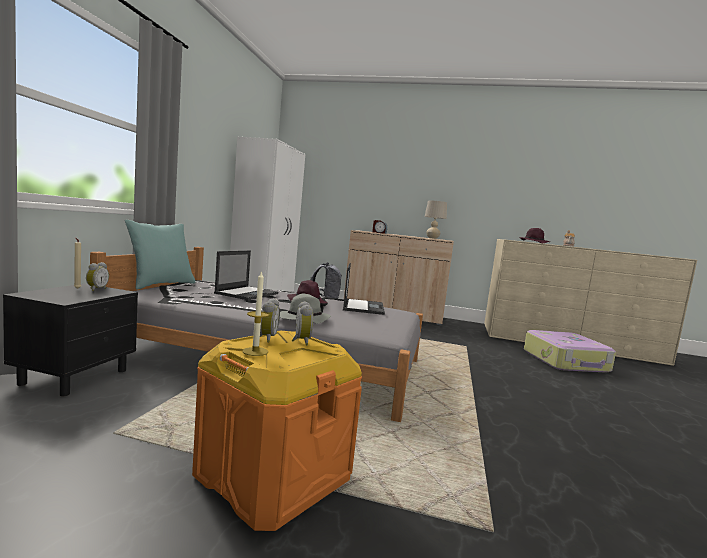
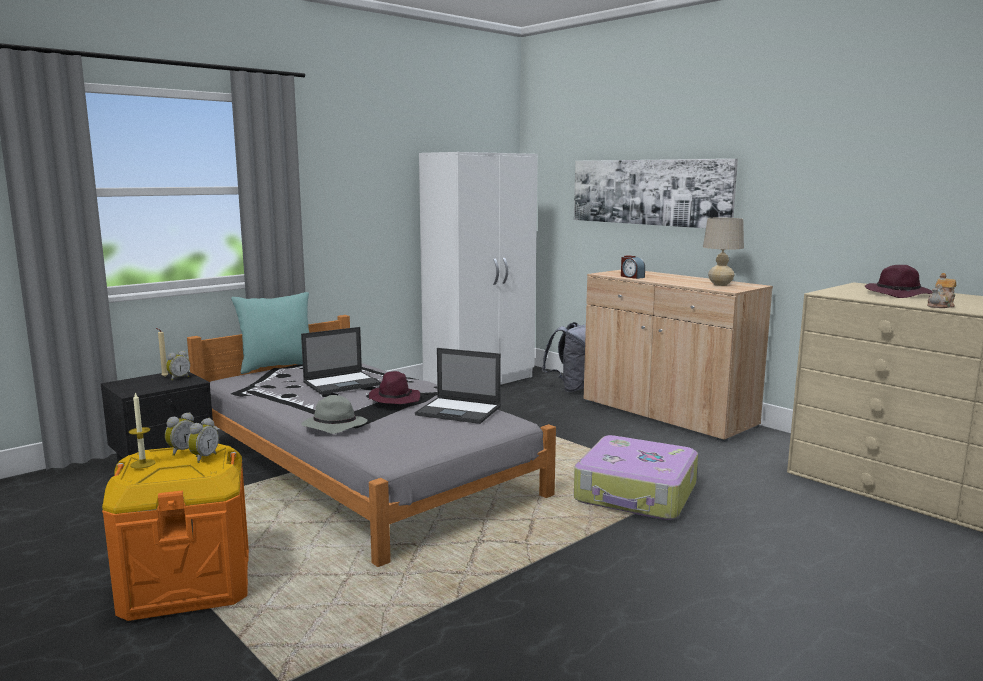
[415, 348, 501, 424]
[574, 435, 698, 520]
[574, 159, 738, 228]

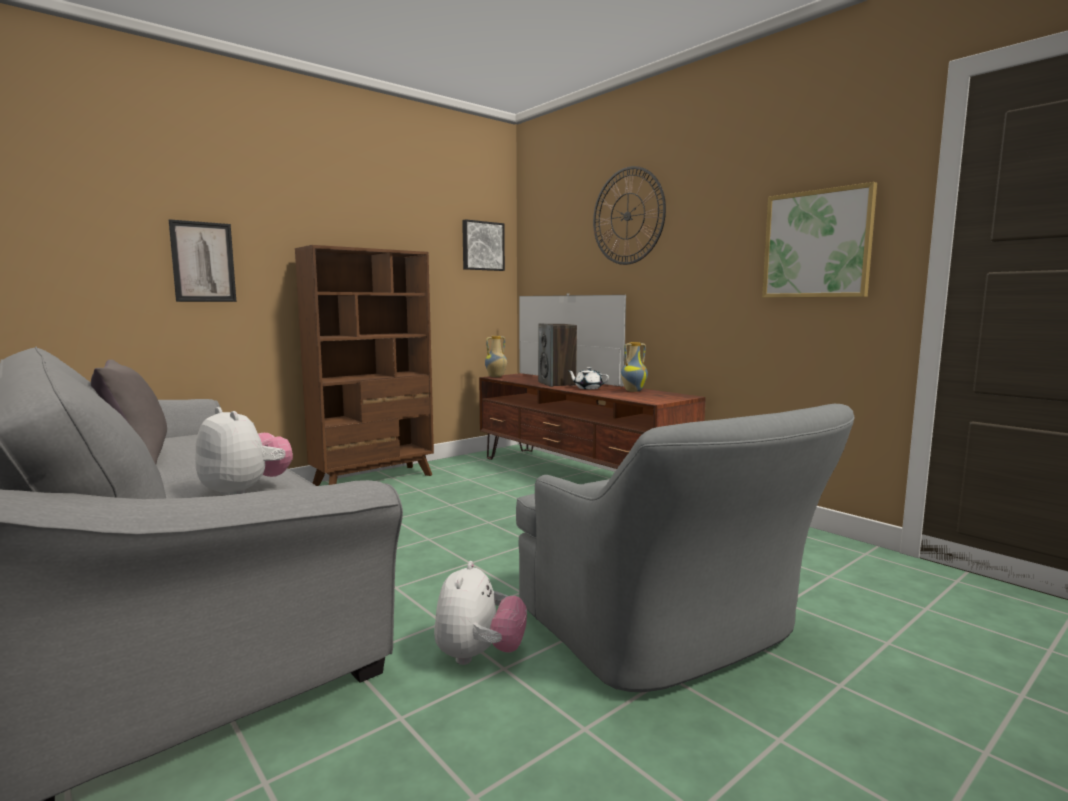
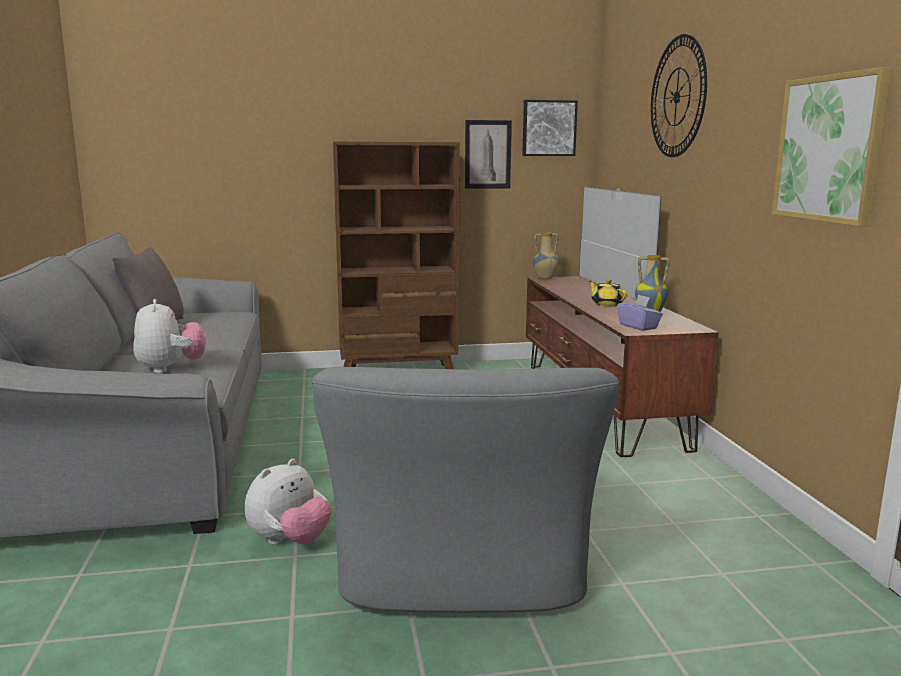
[465, 120, 512, 189]
[538, 323, 577, 387] (first image)
[589, 280, 627, 306]
[617, 294, 663, 331]

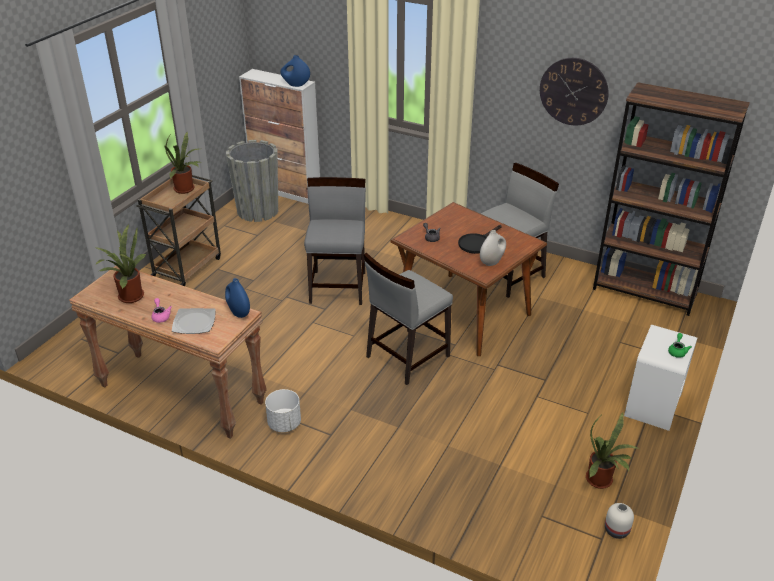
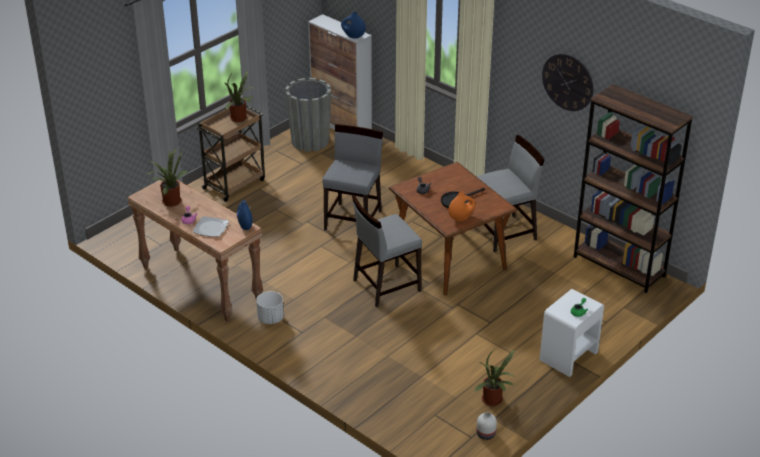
[448, 192, 476, 221]

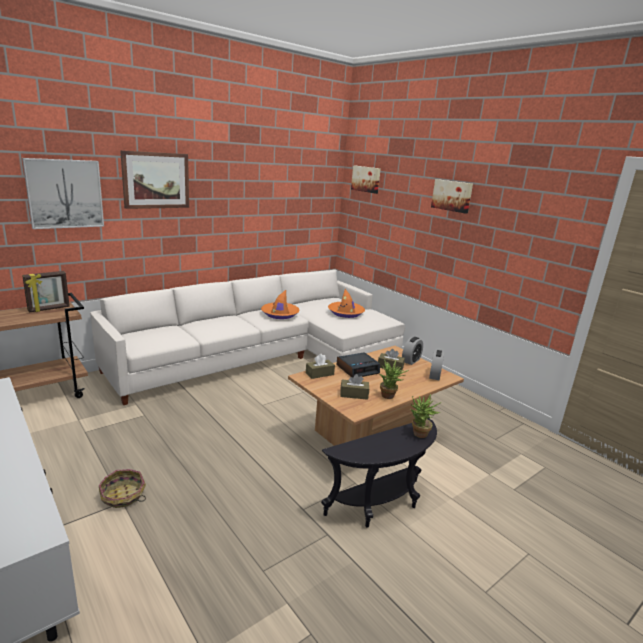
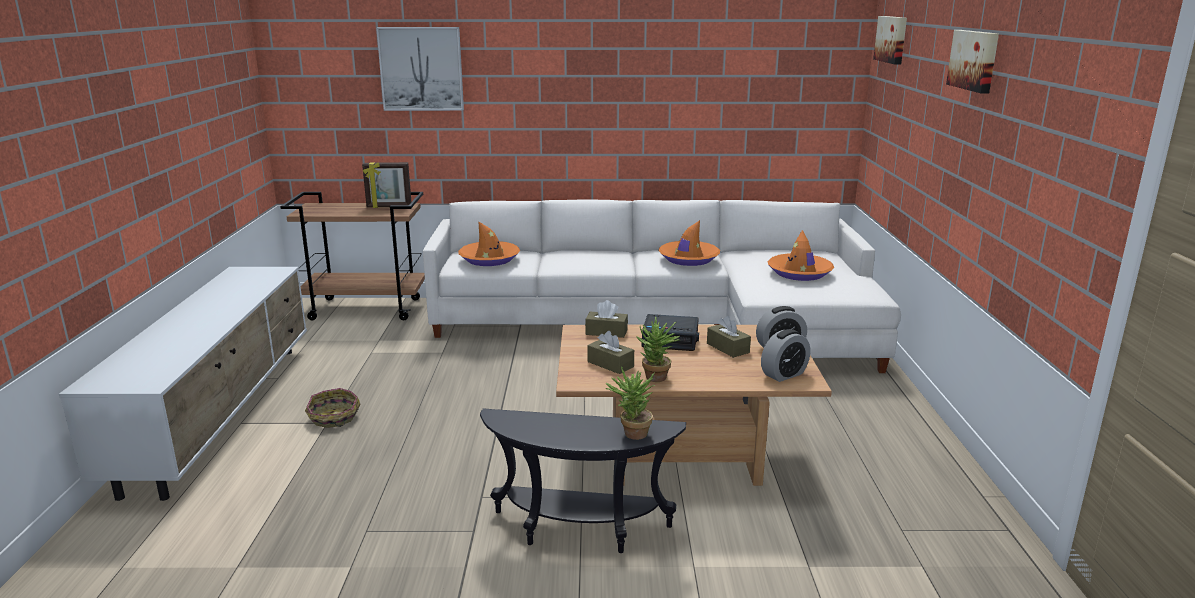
[120, 150, 189, 209] (first image)
[458, 221, 520, 266]

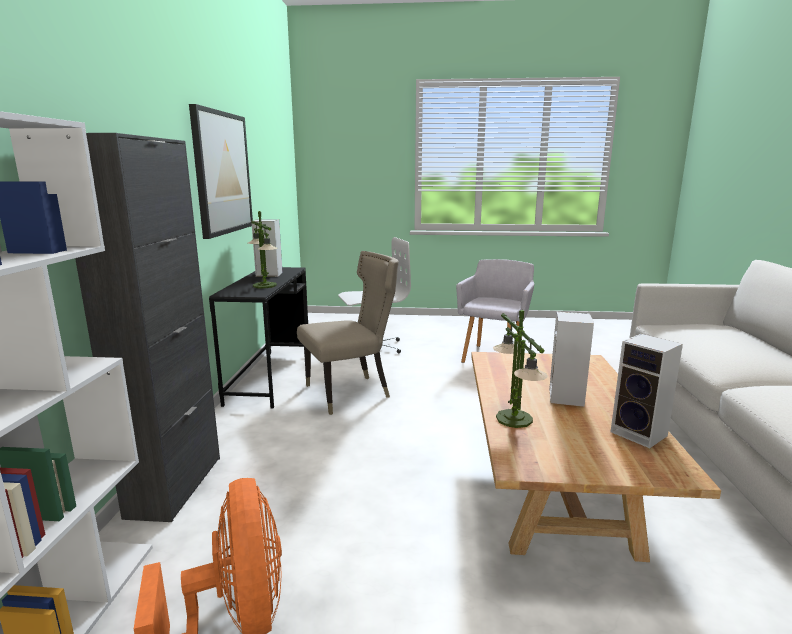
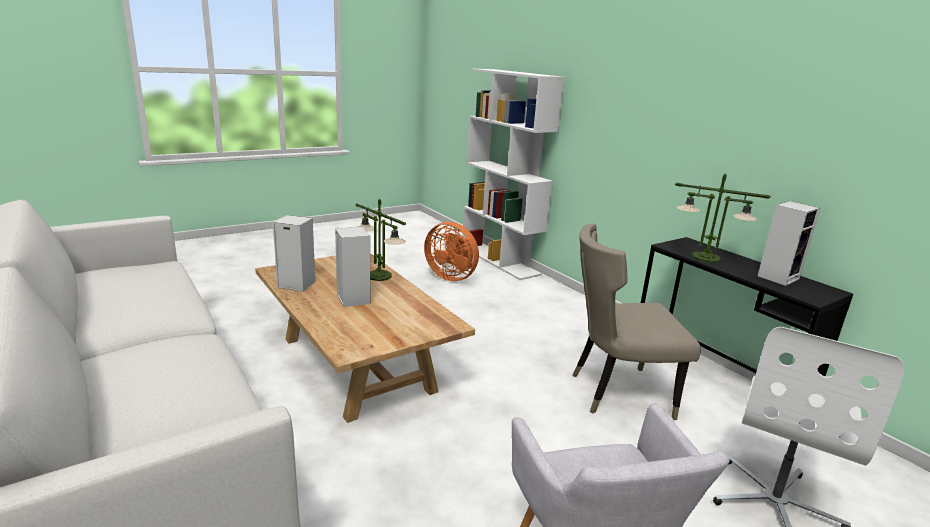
[189, 104, 253, 239] (first image)
[75, 133, 220, 522] (first image)
[572, 224, 701, 420]

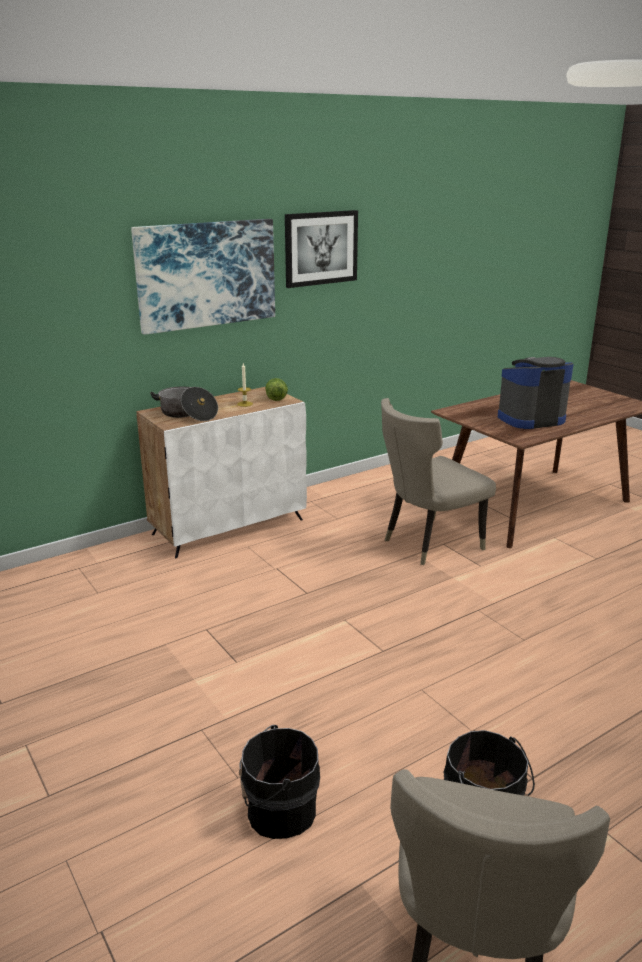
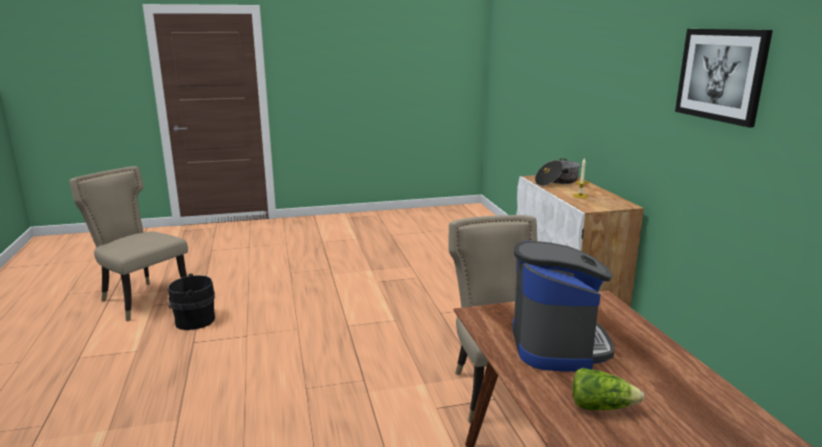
[131, 219, 275, 335] (first image)
[572, 368, 645, 410]
[239, 725, 320, 839] (first image)

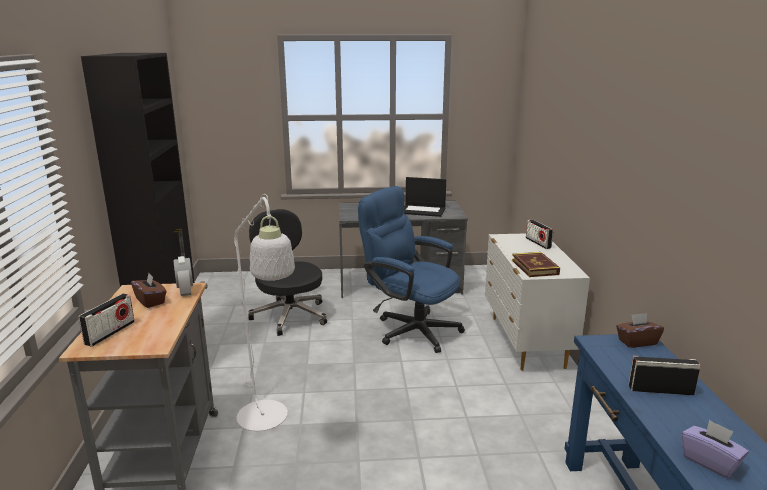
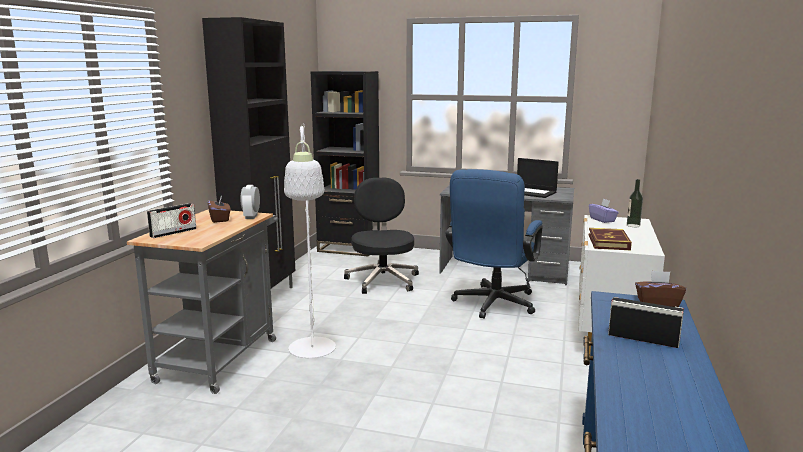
[446, 169, 543, 319]
[627, 179, 643, 227]
[589, 198, 619, 223]
[311, 71, 380, 256]

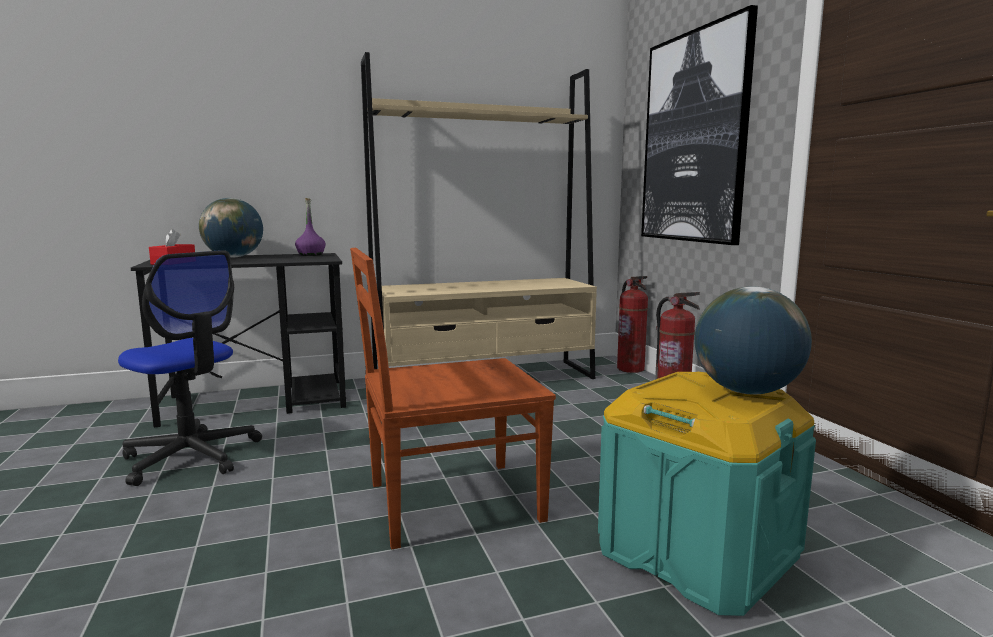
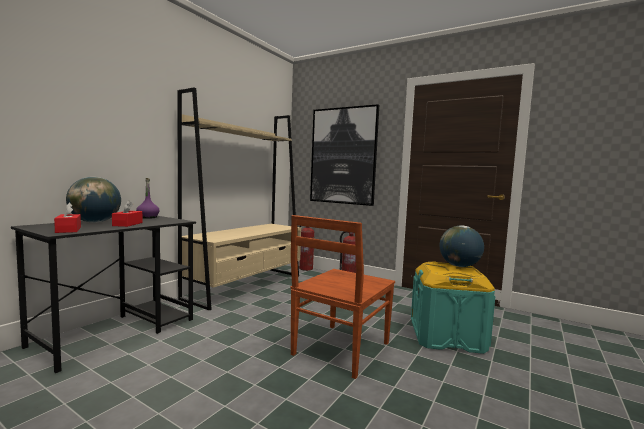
[118, 250, 262, 486] (first image)
[112, 200, 143, 227]

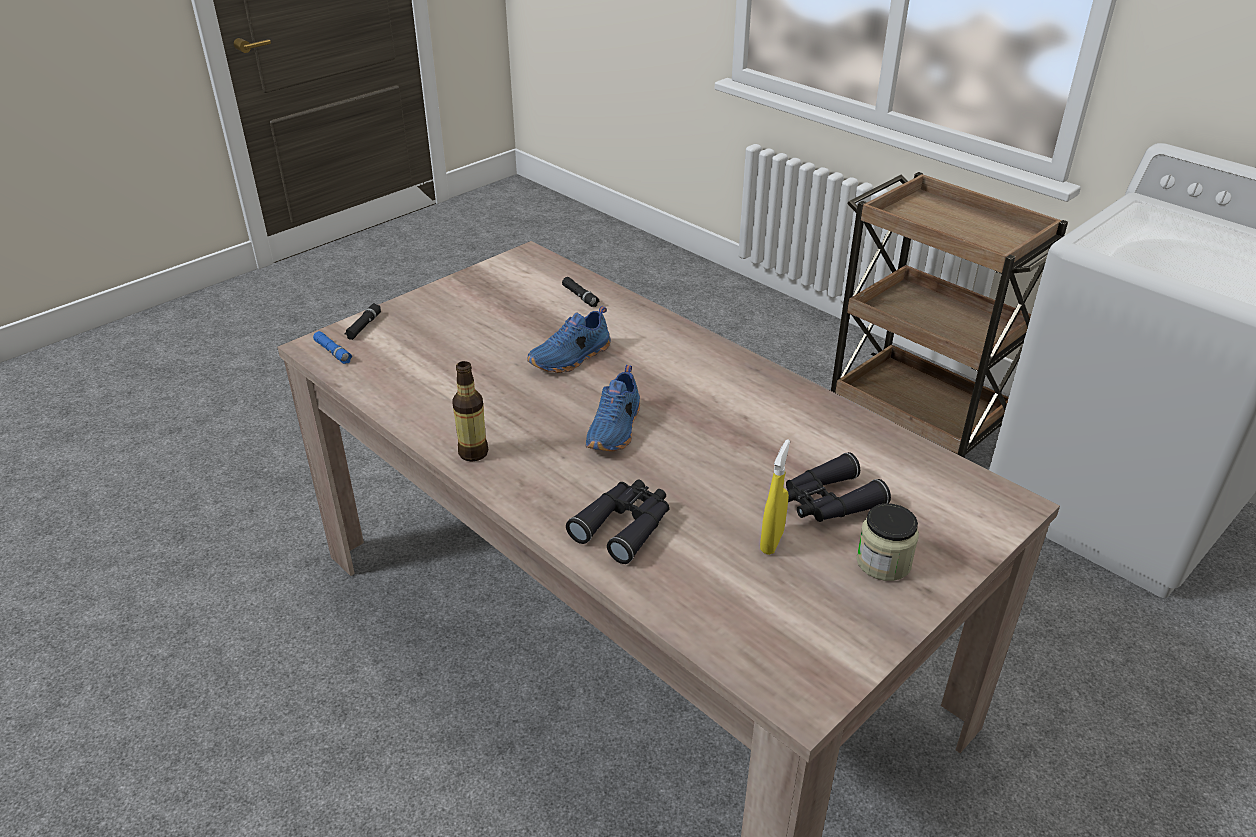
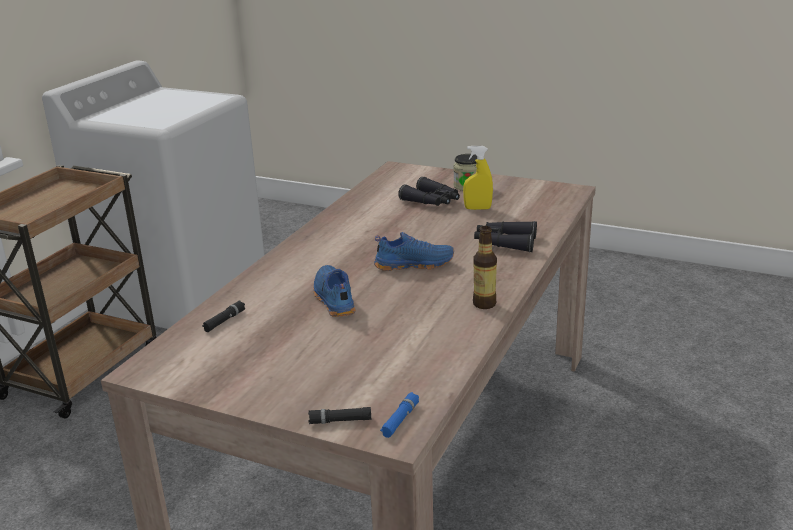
[314, 265, 356, 317]

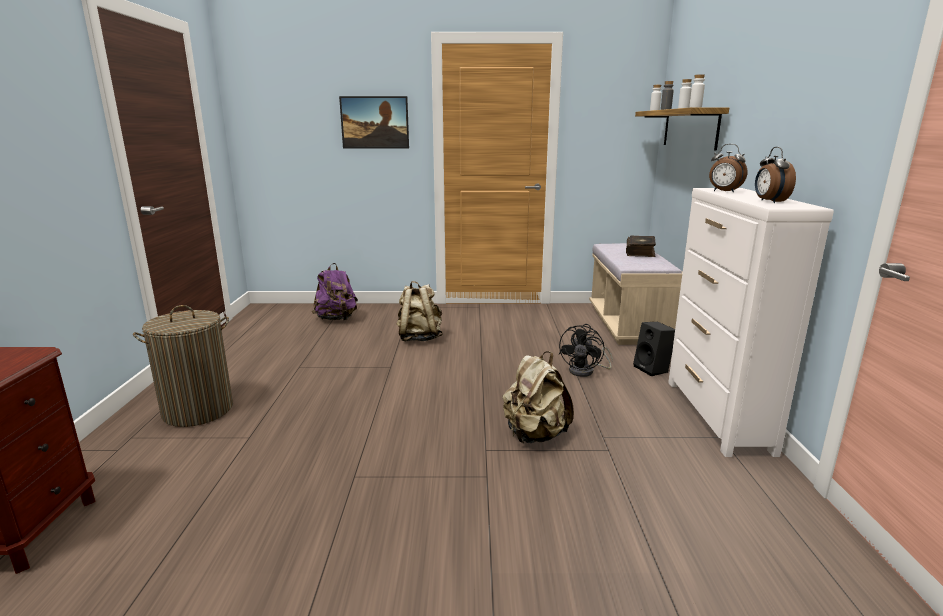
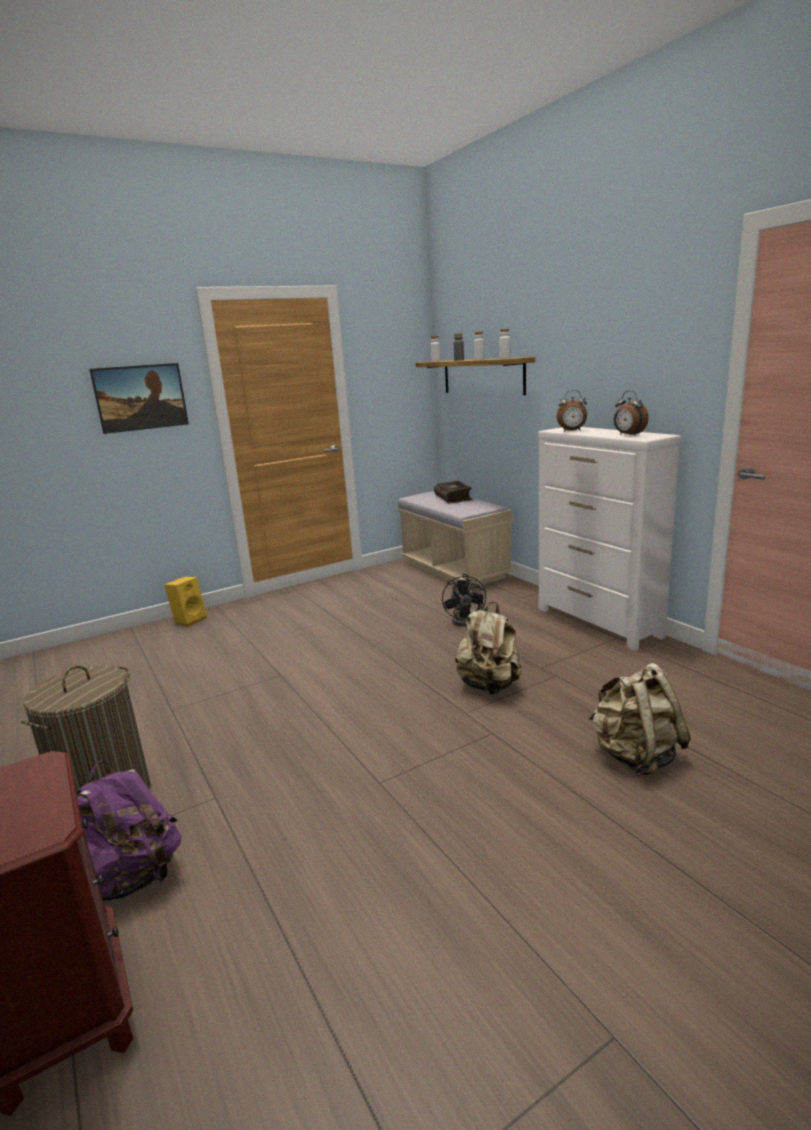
[77, 760, 181, 901]
[589, 663, 691, 776]
[633, 322, 675, 376] (first image)
[164, 577, 207, 627]

